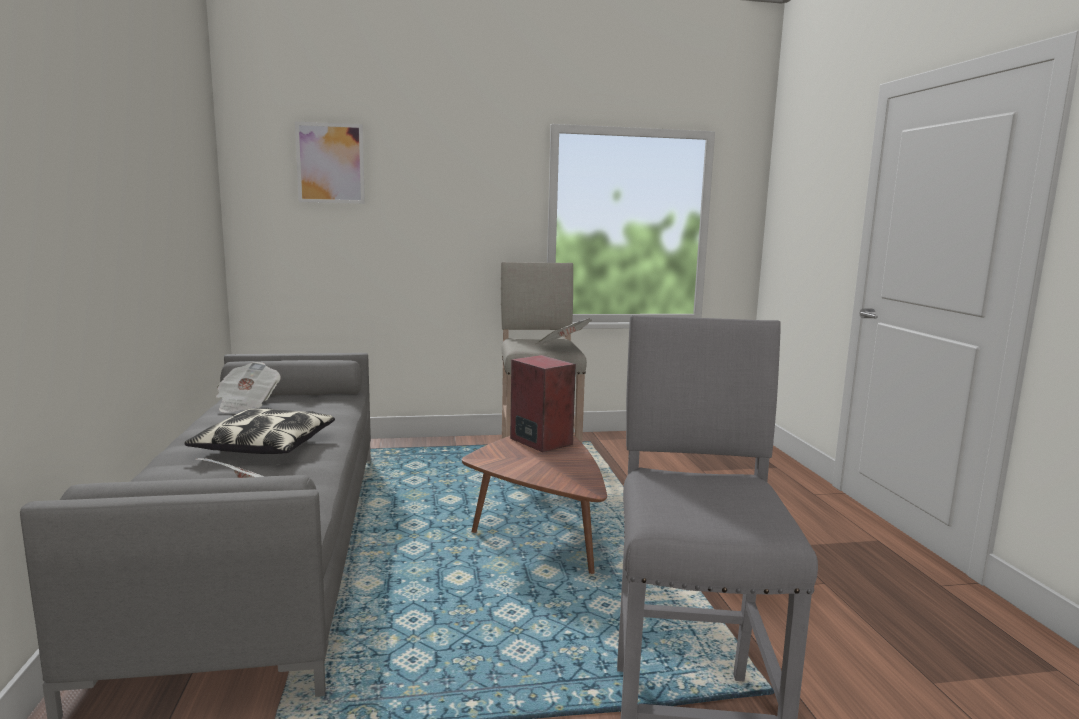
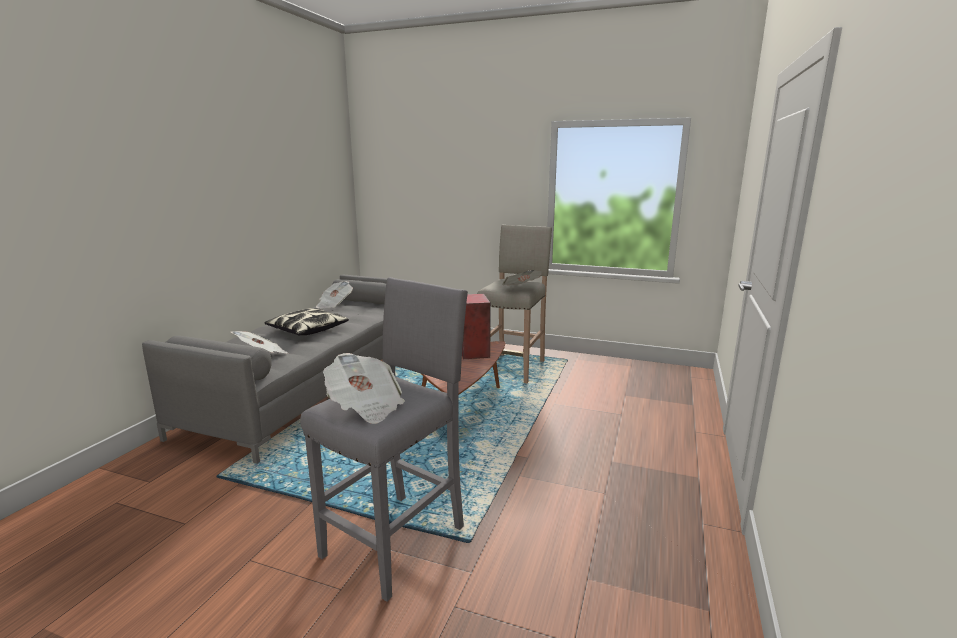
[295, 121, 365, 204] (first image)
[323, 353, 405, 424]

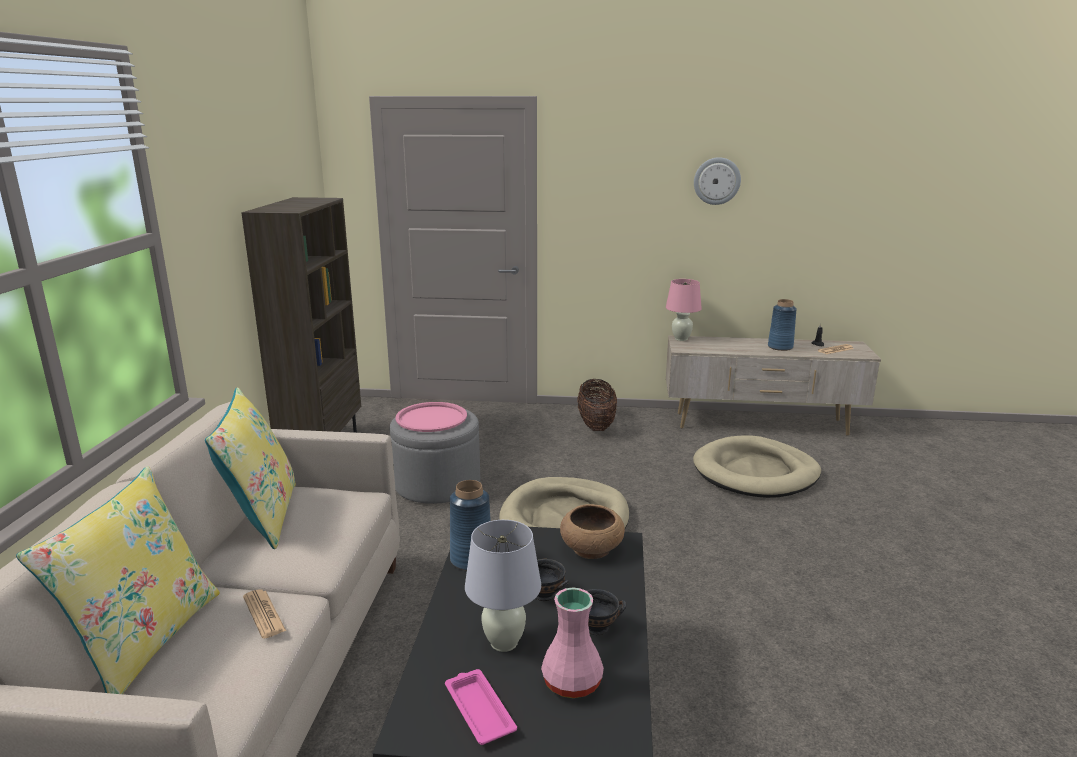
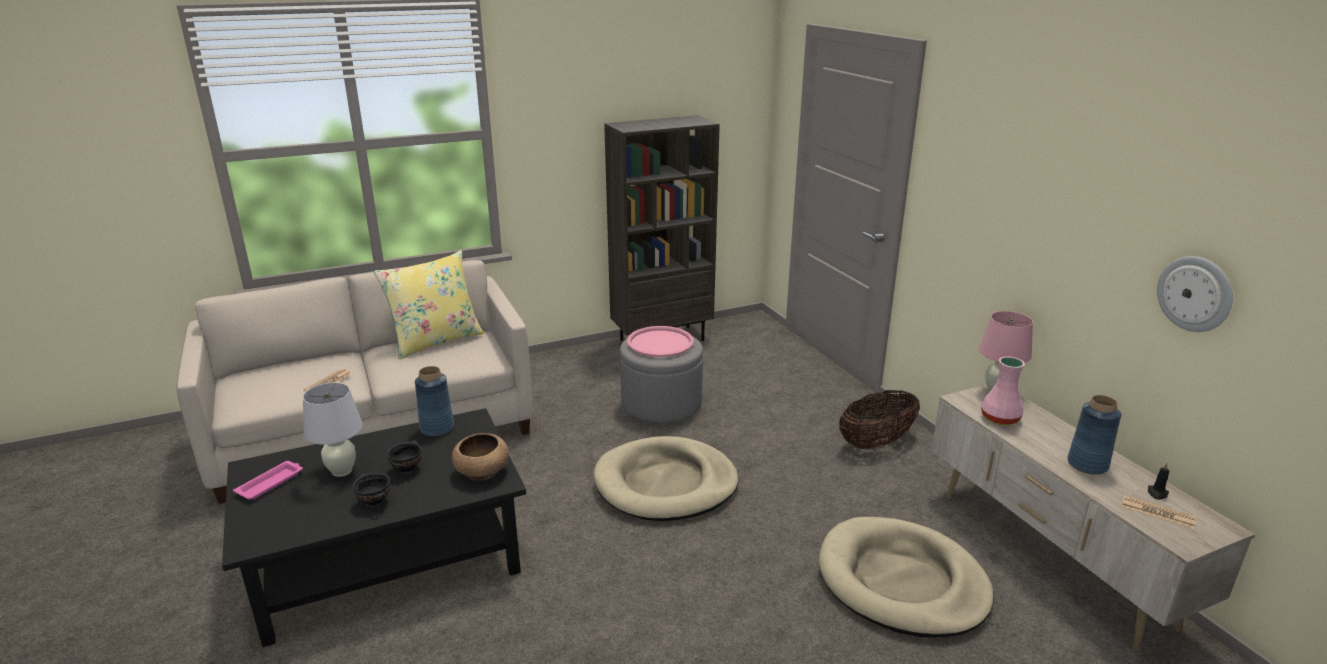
[1157, 256, 1233, 332]
[16, 466, 220, 694] (first image)
[981, 356, 1025, 425]

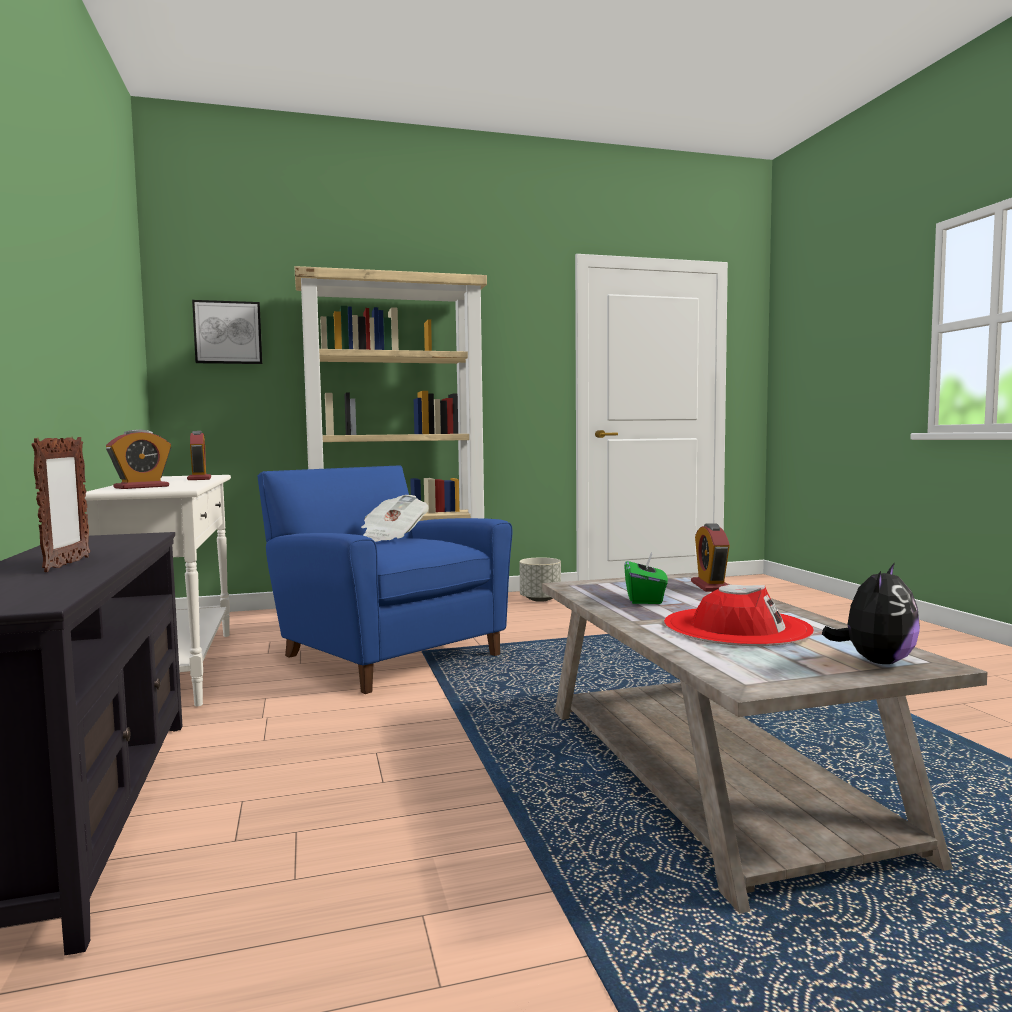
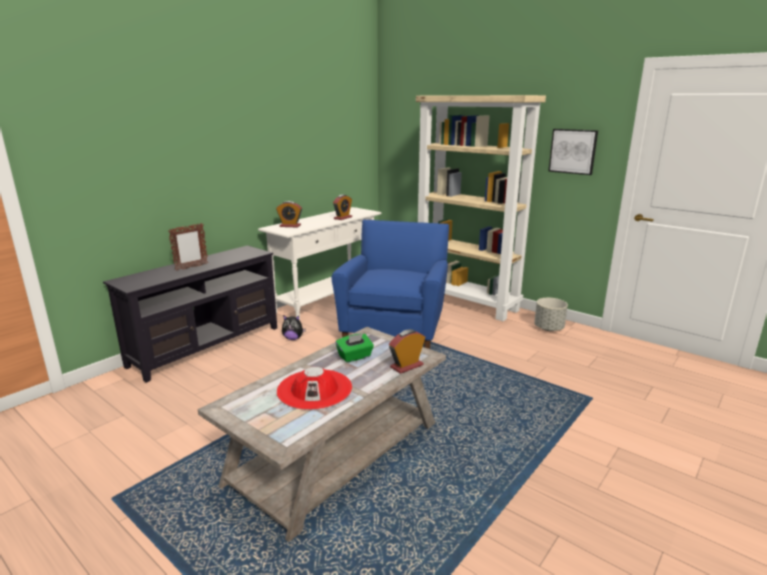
[548, 129, 598, 175]
[361, 495, 429, 542] (first image)
[282, 315, 306, 340]

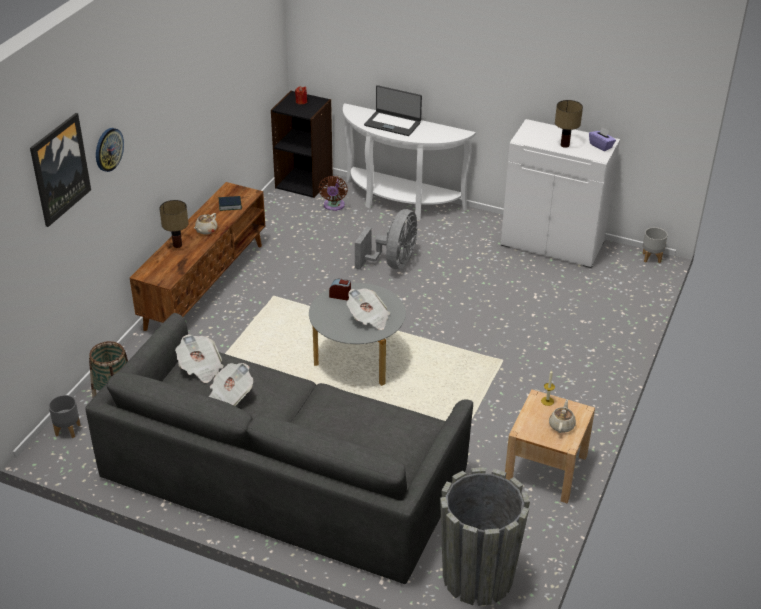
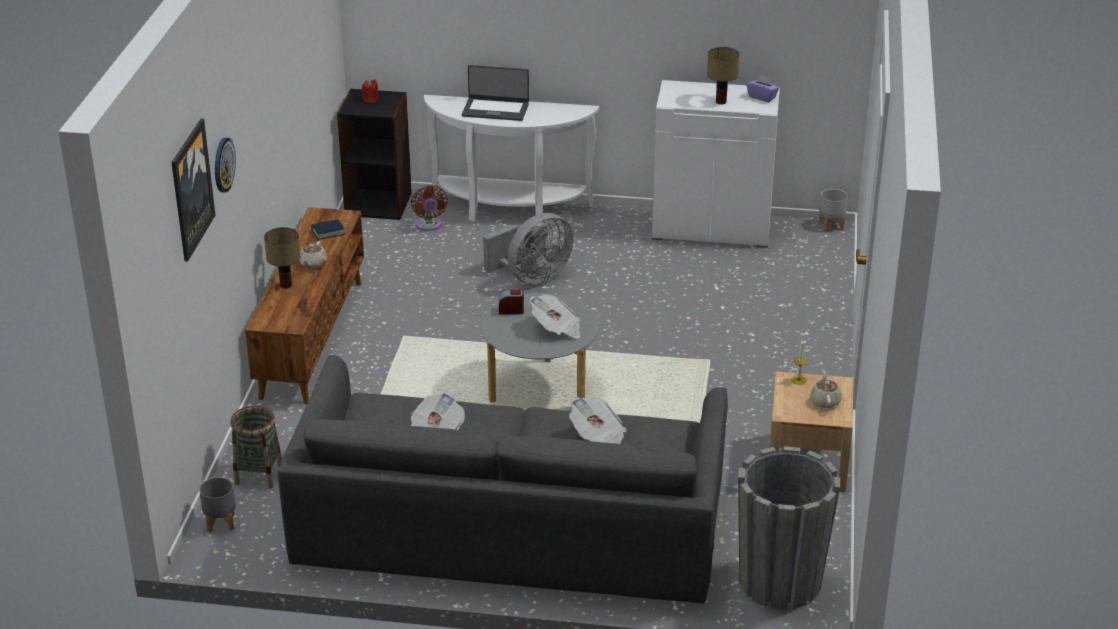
[483, 213, 573, 285]
[569, 397, 627, 444]

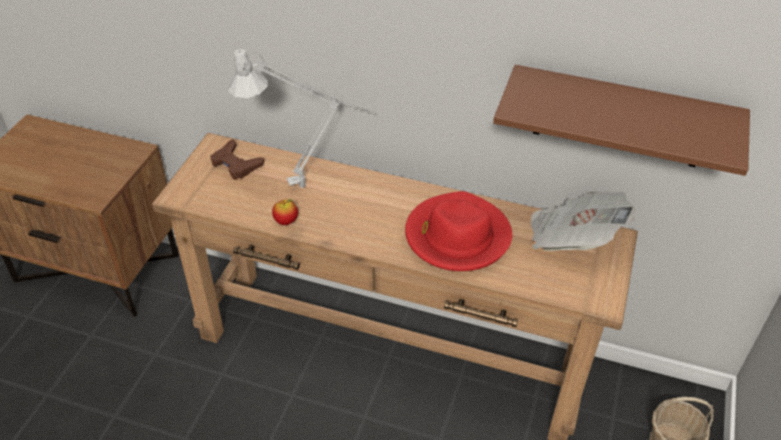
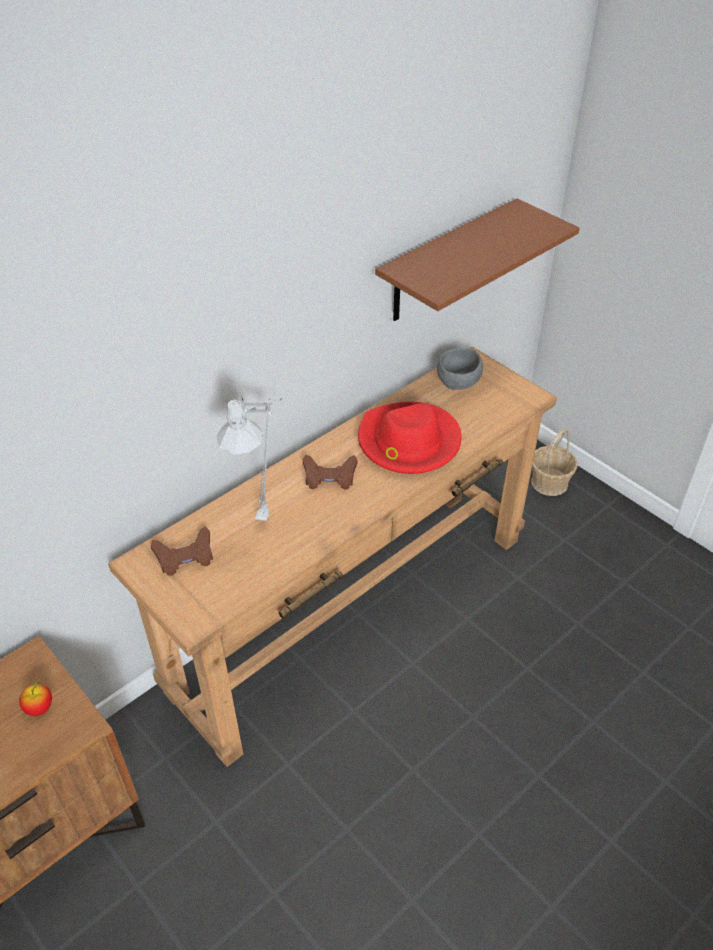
[437, 348, 483, 390]
[19, 682, 52, 716]
[303, 455, 358, 490]

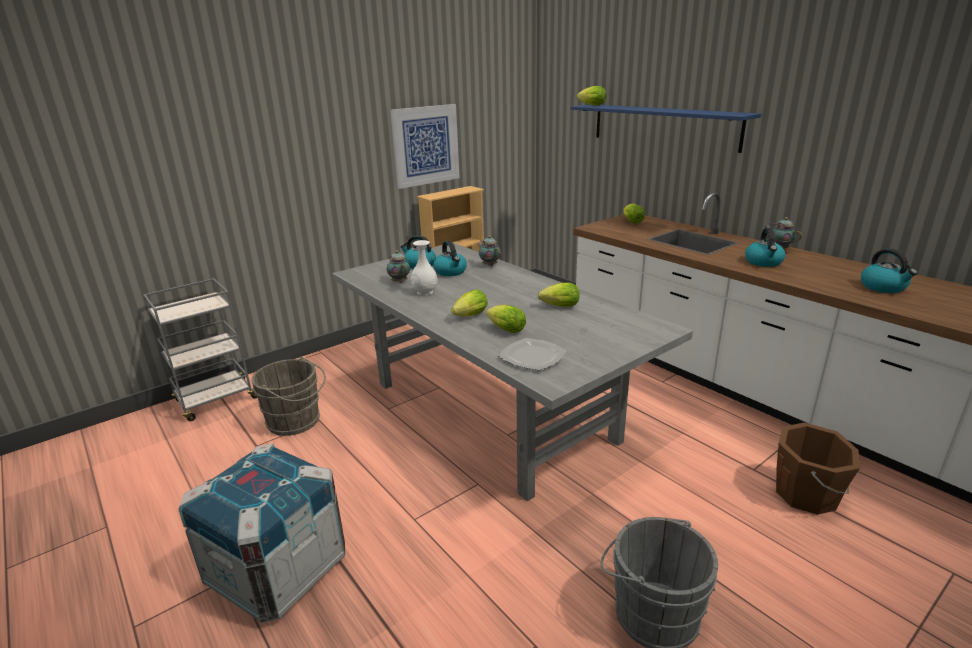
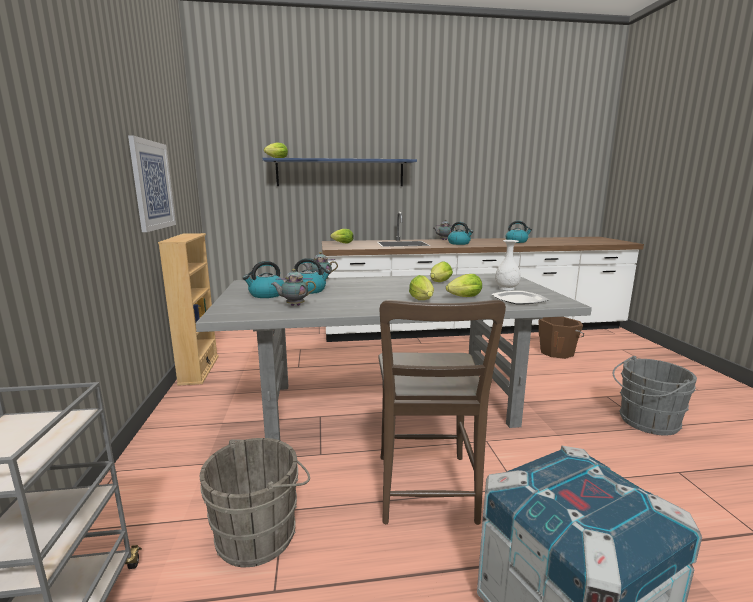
[495, 240, 521, 291]
[379, 300, 506, 525]

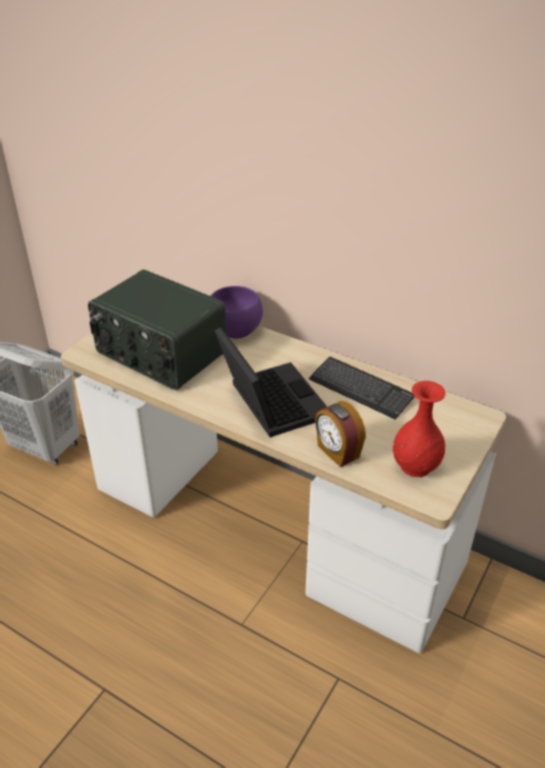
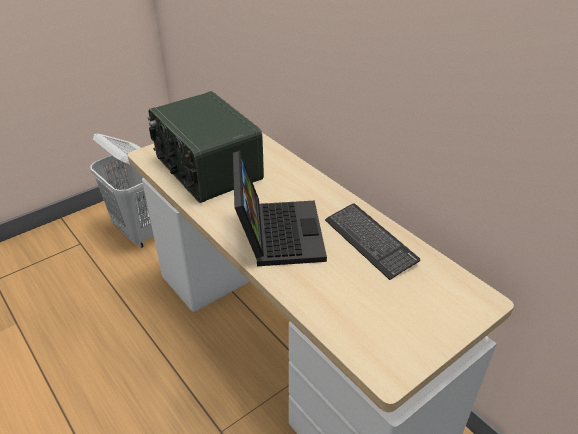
[211, 286, 263, 339] (first image)
[393, 381, 446, 477] (first image)
[315, 401, 366, 468] (first image)

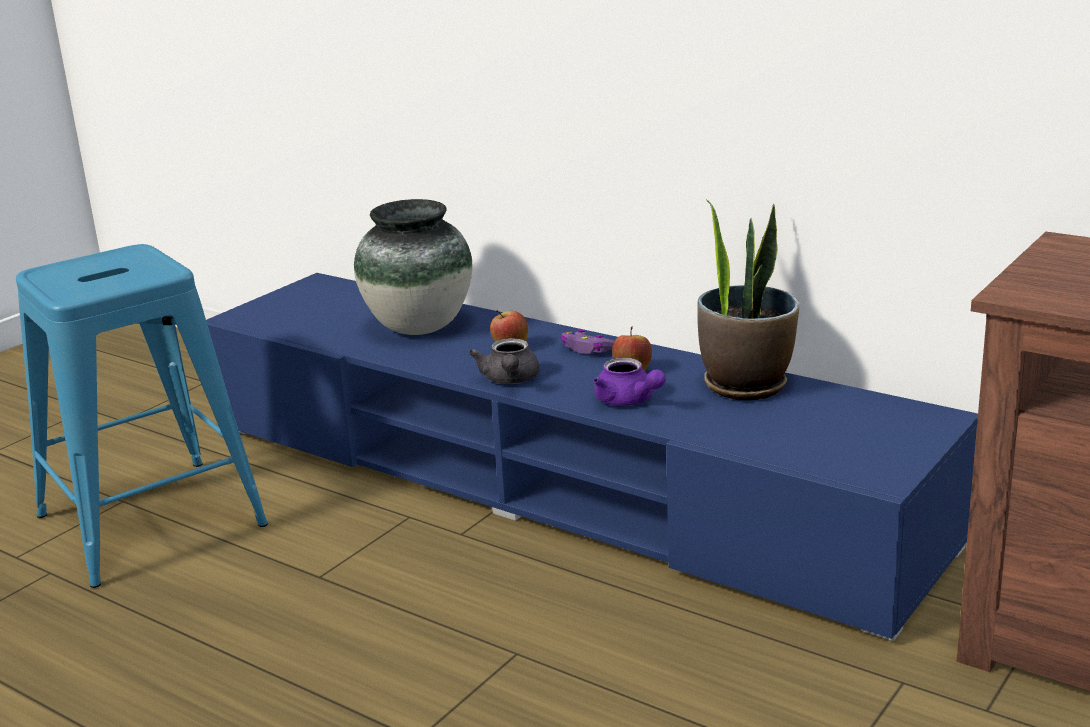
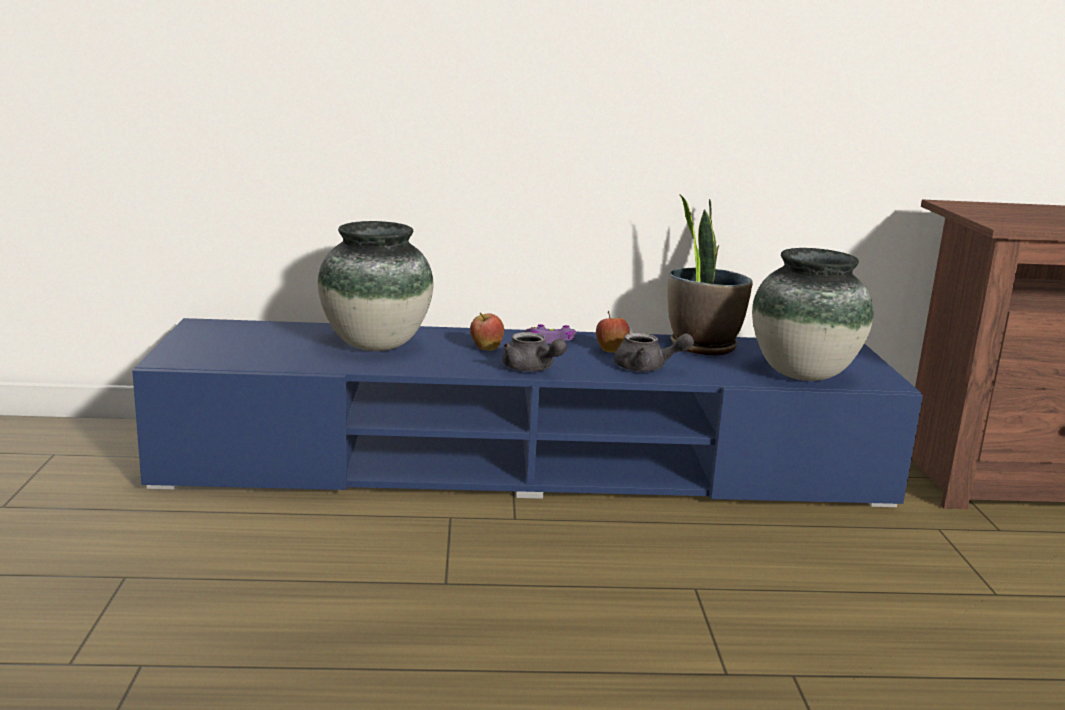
[16, 244, 268, 588] (first image)
[614, 333, 694, 372]
[752, 248, 873, 381]

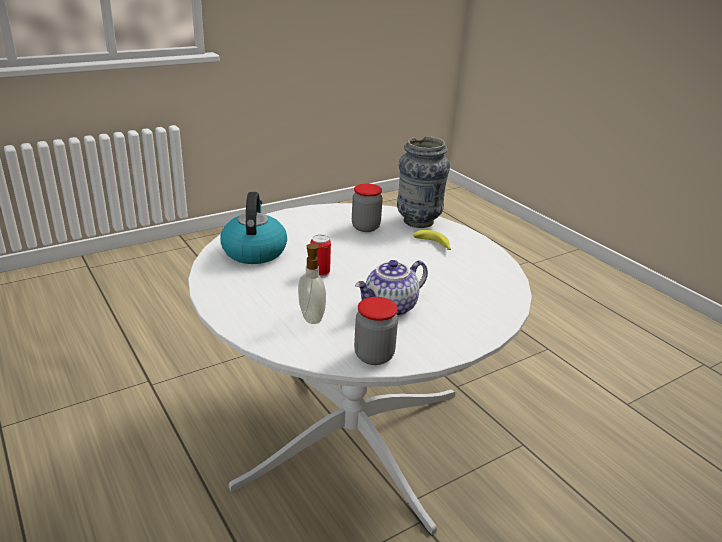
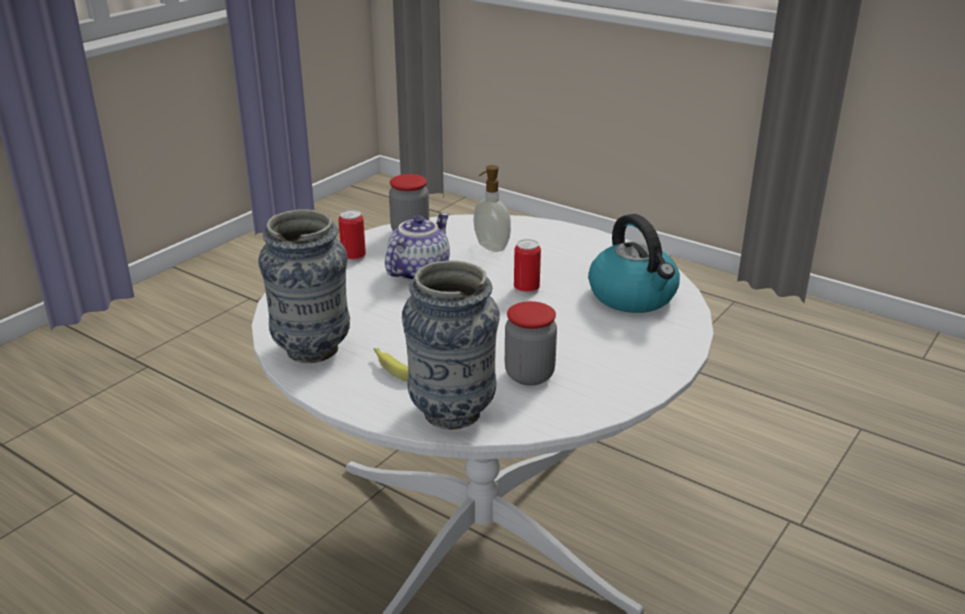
[258, 209, 350, 363]
[338, 210, 366, 263]

